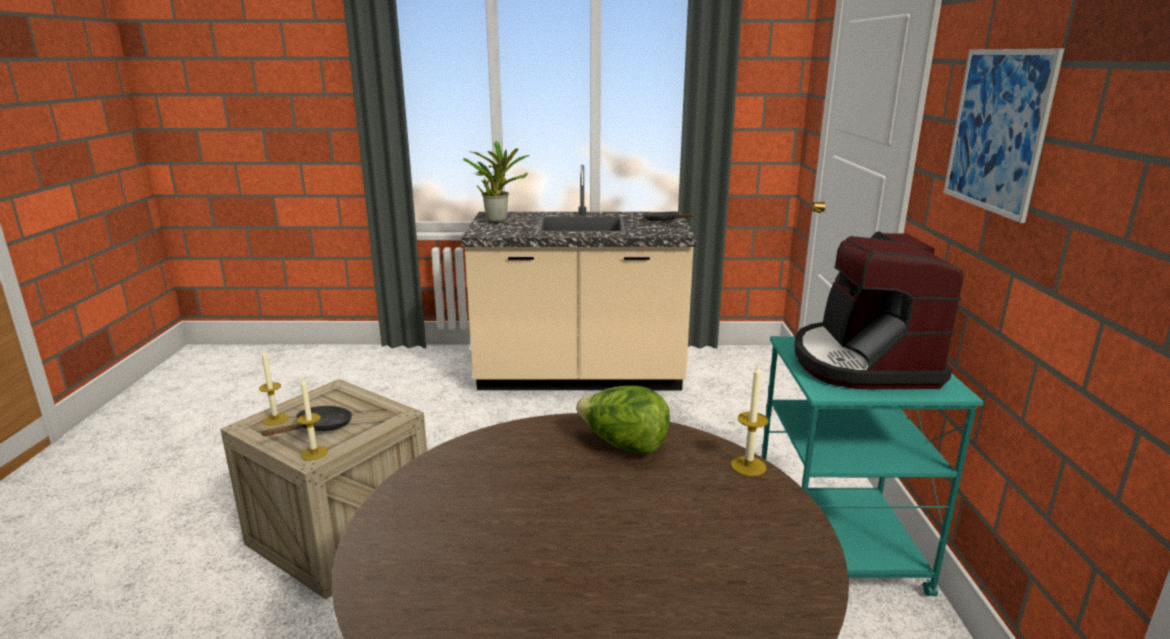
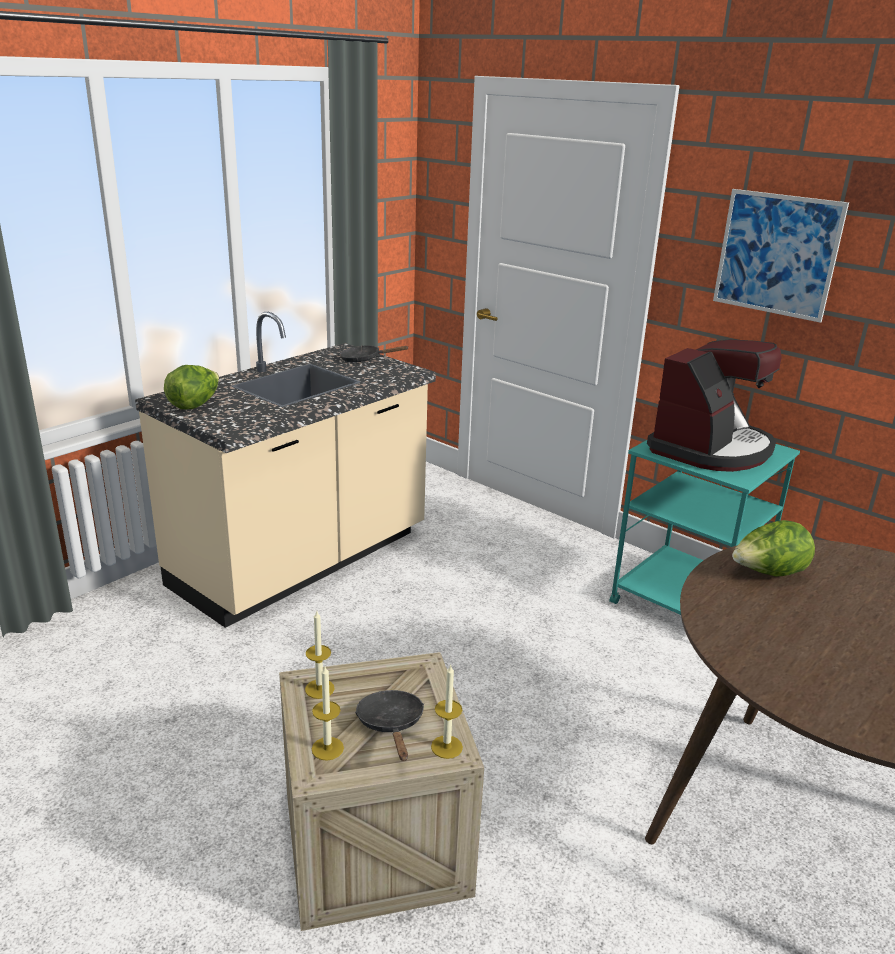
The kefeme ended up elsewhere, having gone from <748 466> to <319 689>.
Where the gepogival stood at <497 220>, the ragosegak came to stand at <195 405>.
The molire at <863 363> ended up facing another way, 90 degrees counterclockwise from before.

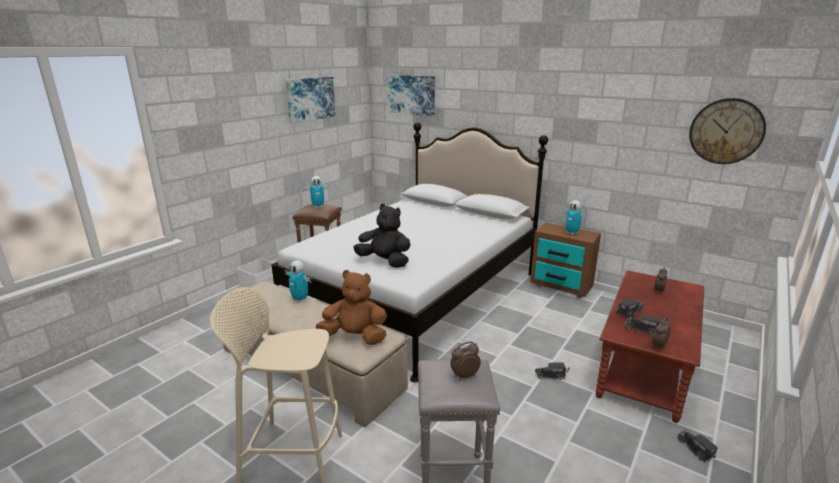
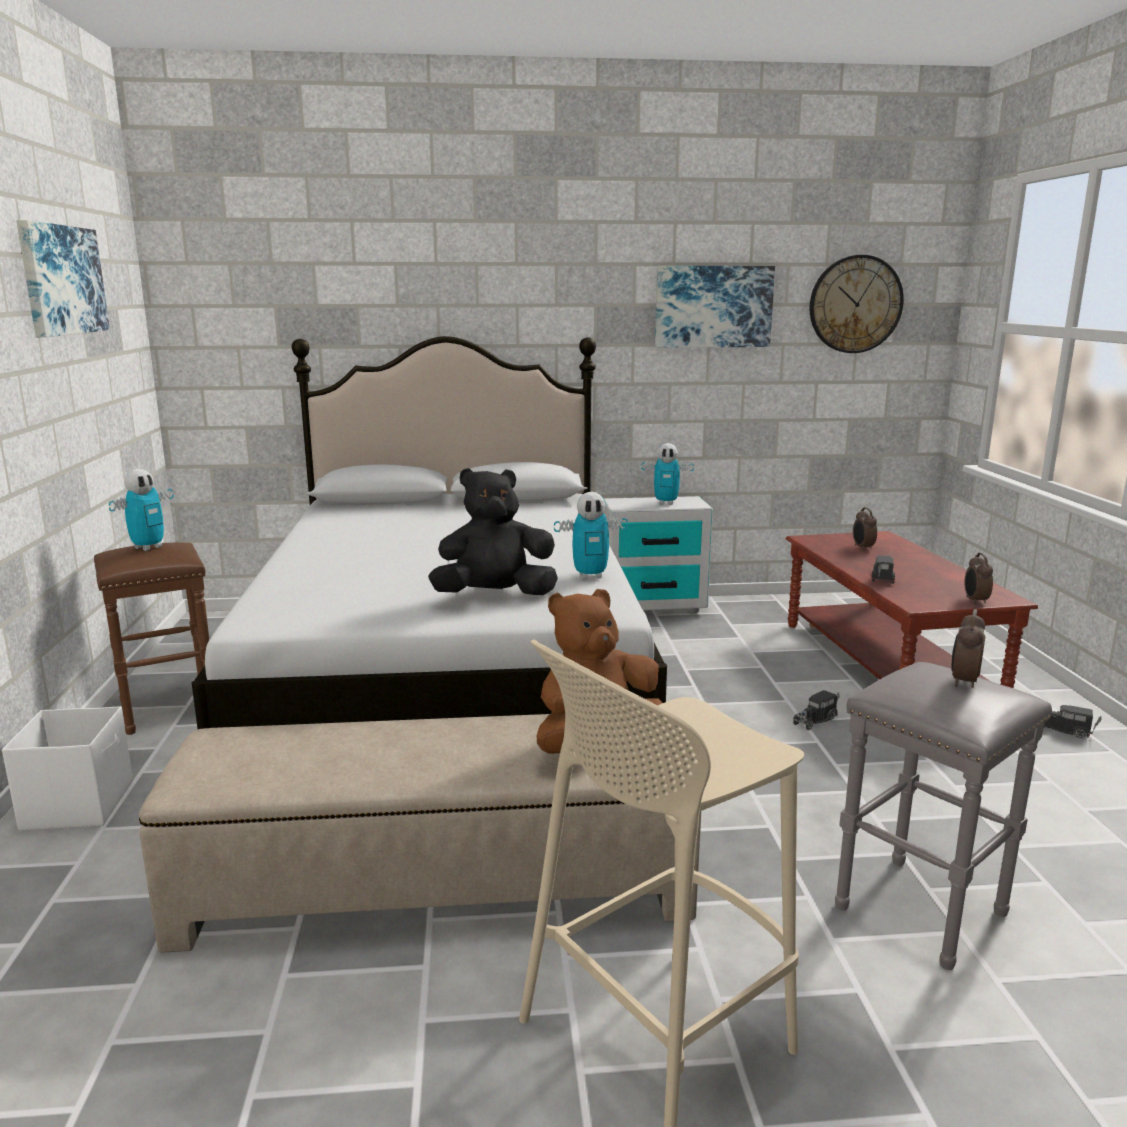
The second view lost the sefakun at <643 330>.
The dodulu ended up elsewhere, having gone from <300 299> to <590 576>.
The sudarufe ended up elsewhere, having gone from <411 94> to <713 306>.
What was the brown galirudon at <560 288> turned into the white galirudon at <653 609>.

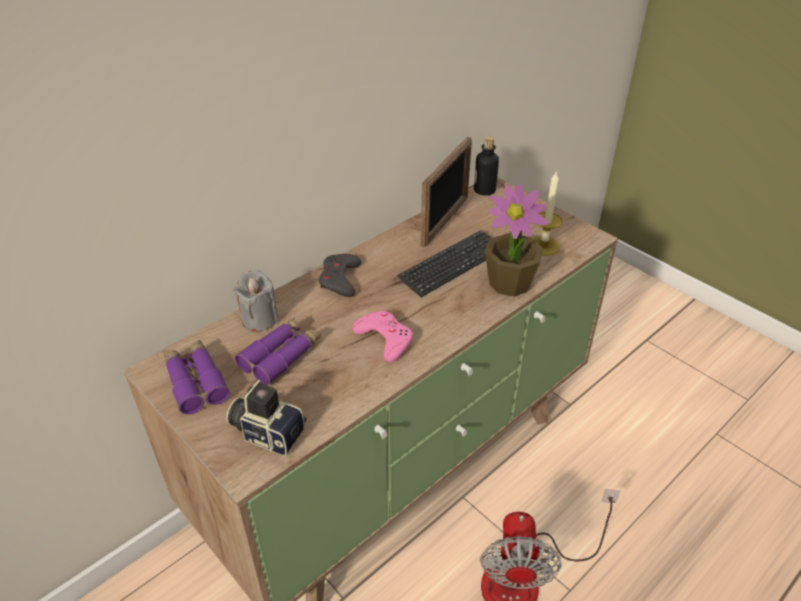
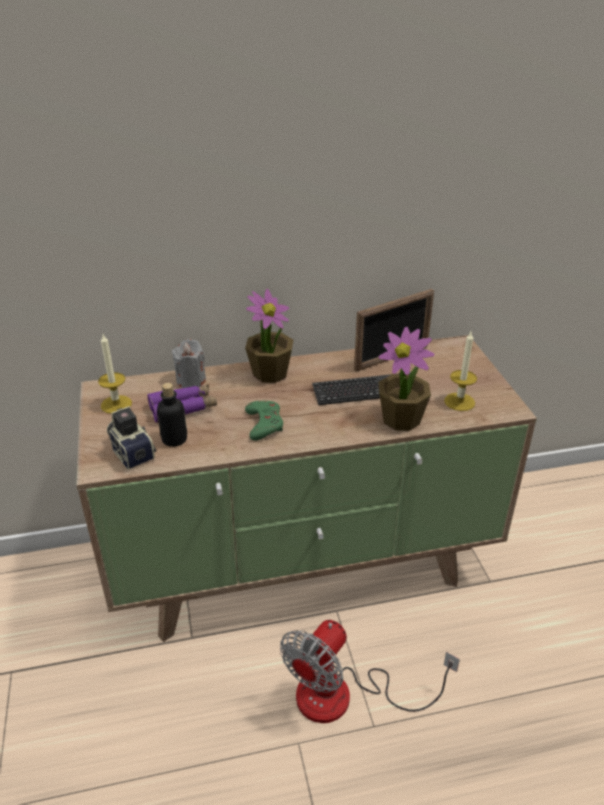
The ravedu ended up elsewhere, having gone from <484 190> to <174 439>.
Where the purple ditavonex stood at <196 382>, the kefeme came to stand at <116 404>.
Where the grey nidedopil stood at <340 279>, the gepogival came to stand at <270 373>.
What was the pink nidedopil at <384 339> turned into the green nidedopil at <264 424>.

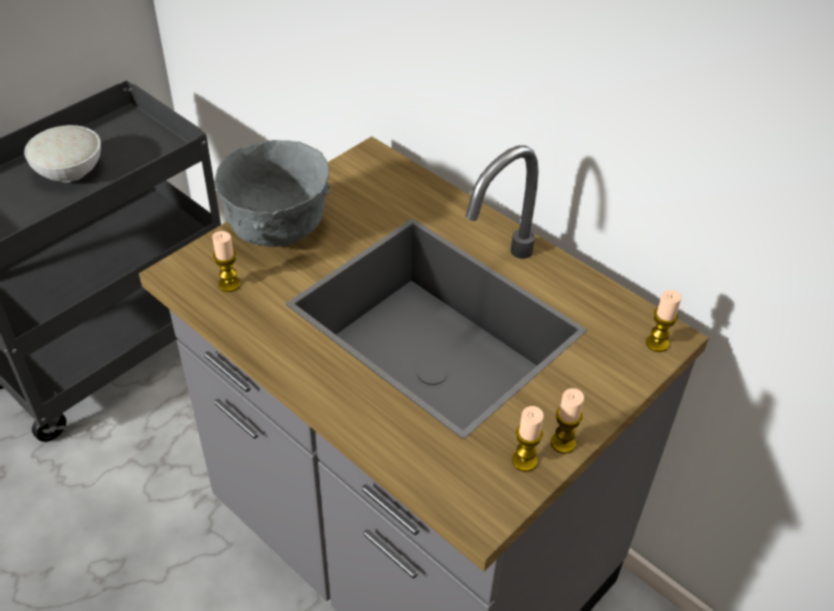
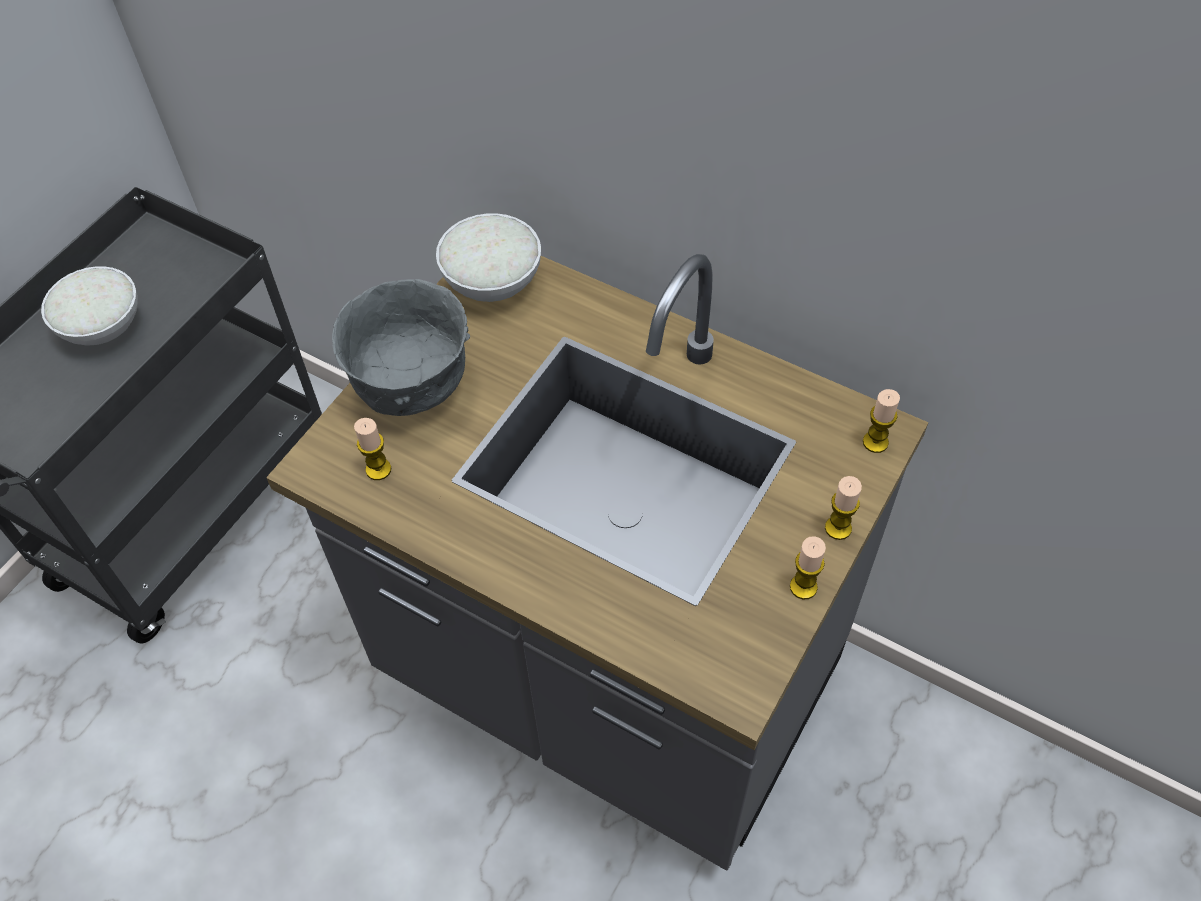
The second view gained the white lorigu at <491 283>.
The kefeme ended up elsewhere, having gone from <524 461> to <838 528>.

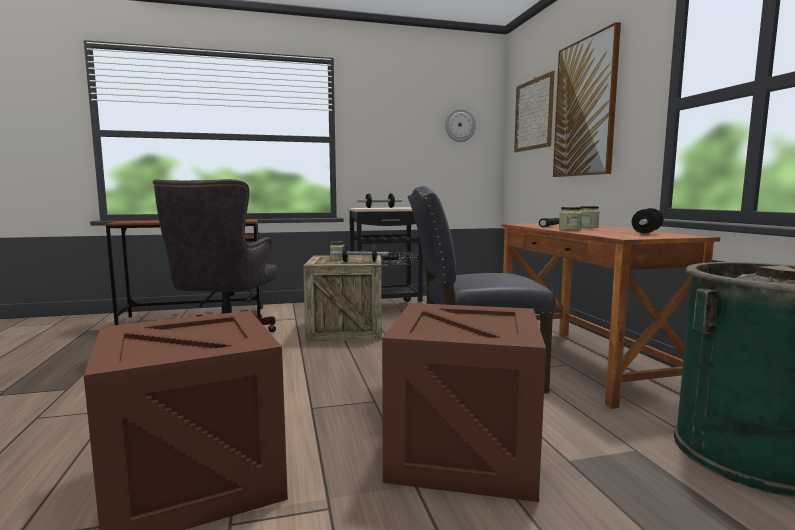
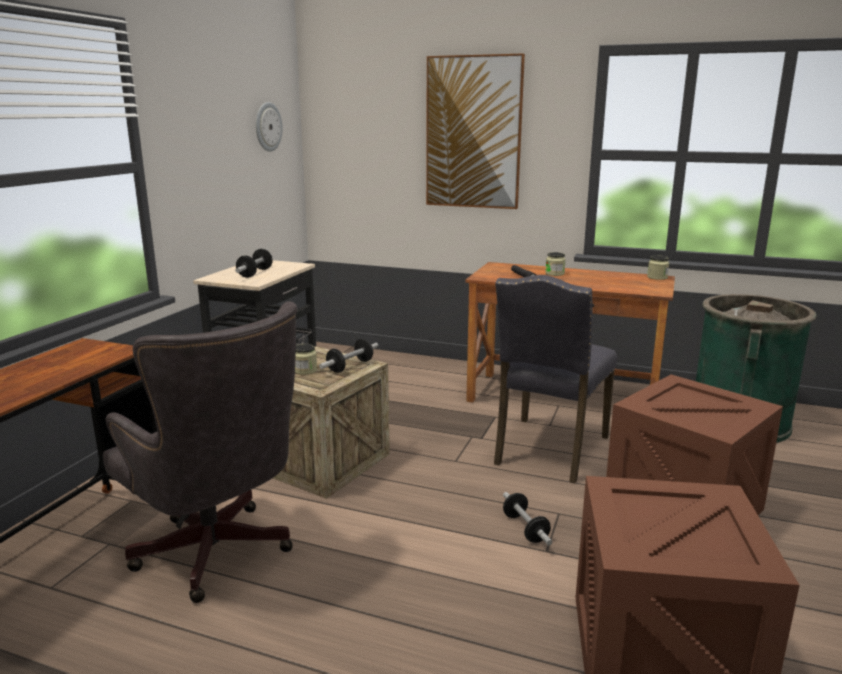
The second view lost the sudarufe at <534 113>.
The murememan ended up elsewhere, having gone from <569 229> to <657 277>.
The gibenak ended up elsewhere, having gone from <646 232> to <525 529>.

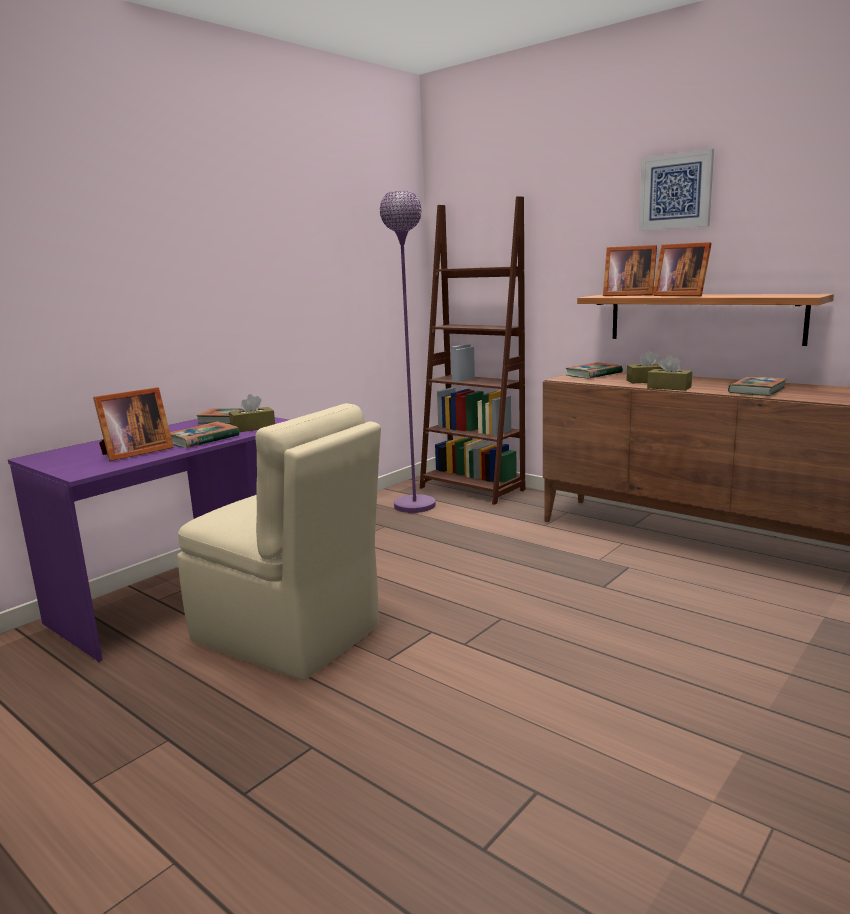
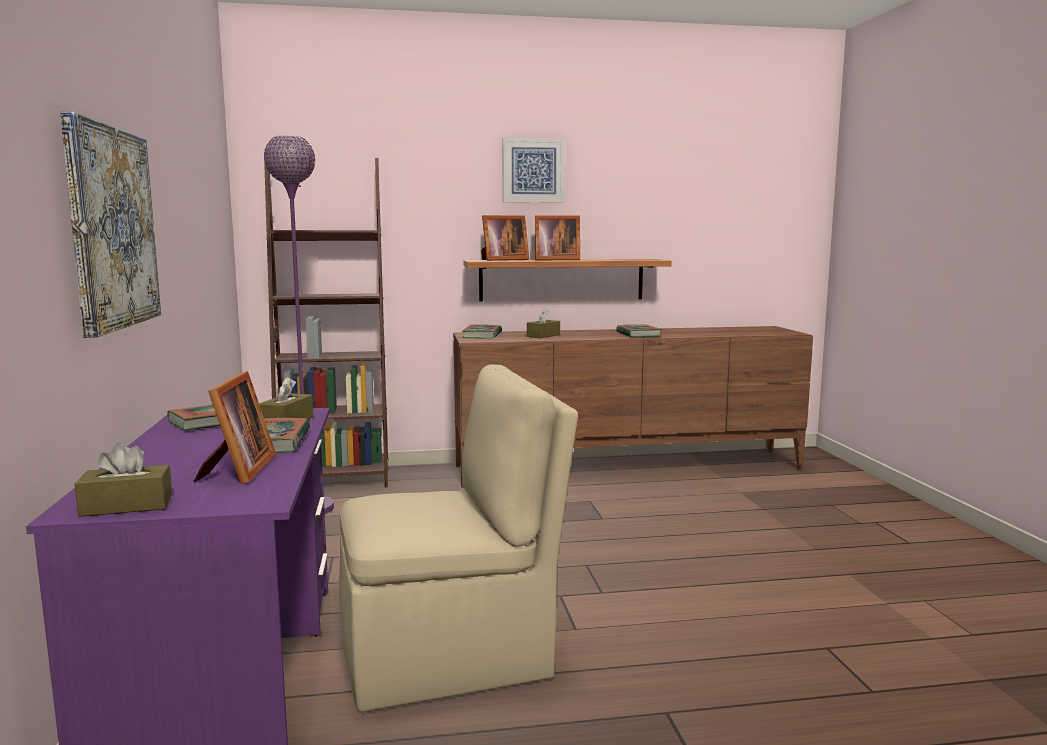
The second view gained the sudarufe at <111 228>.
The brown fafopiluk ended up elsewhere, having gone from <669 387> to <126 506>.

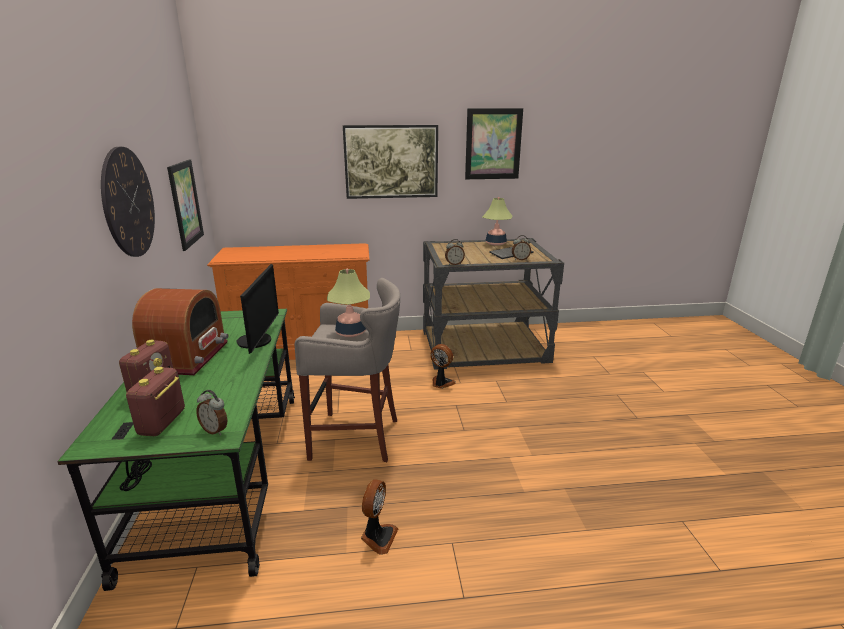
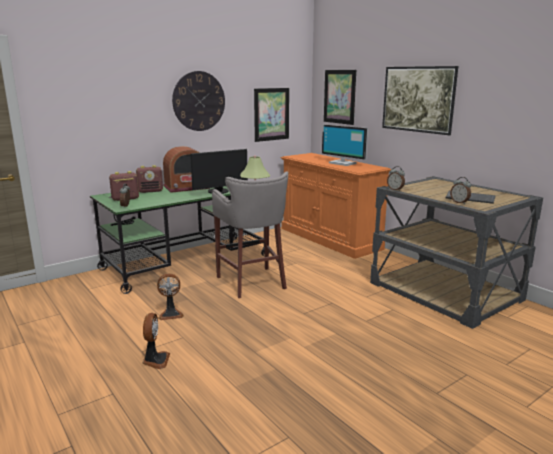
The second view lost the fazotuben at <495 243>.
The second view gained the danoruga at <343 163>.
The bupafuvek ended up elsewhere, having gone from <441 383> to <155 360>.
The sudarufe ended up elsewhere, having gone from <493 144> to <339 96>.

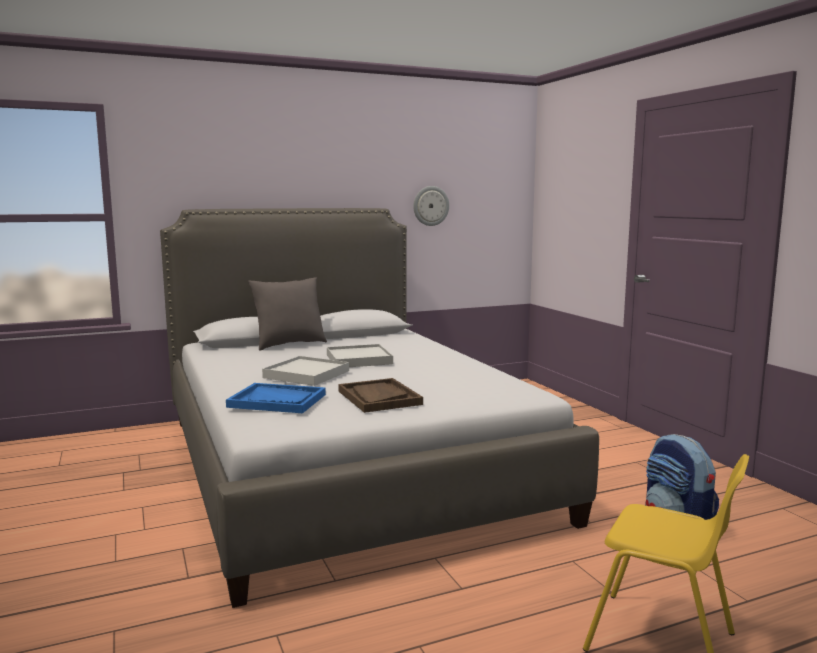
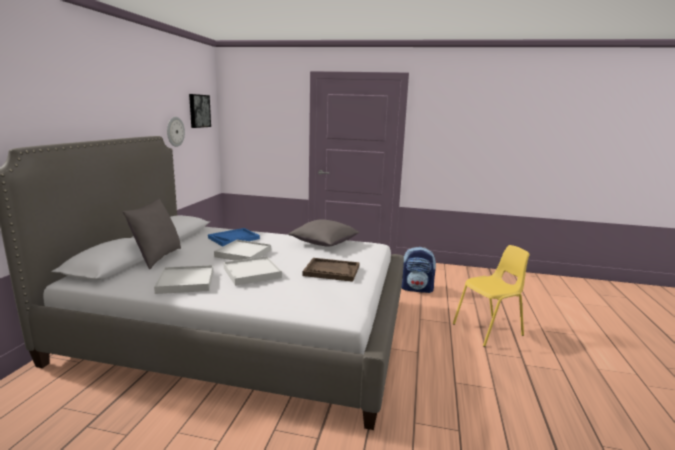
The second view gained the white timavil at <185 282>.
The second view gained the sudarufe at <198 111>.
The second view gained the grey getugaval at <324 244>.
The blue timavil ended up elsewhere, having gone from <277 401> to <234 238>.

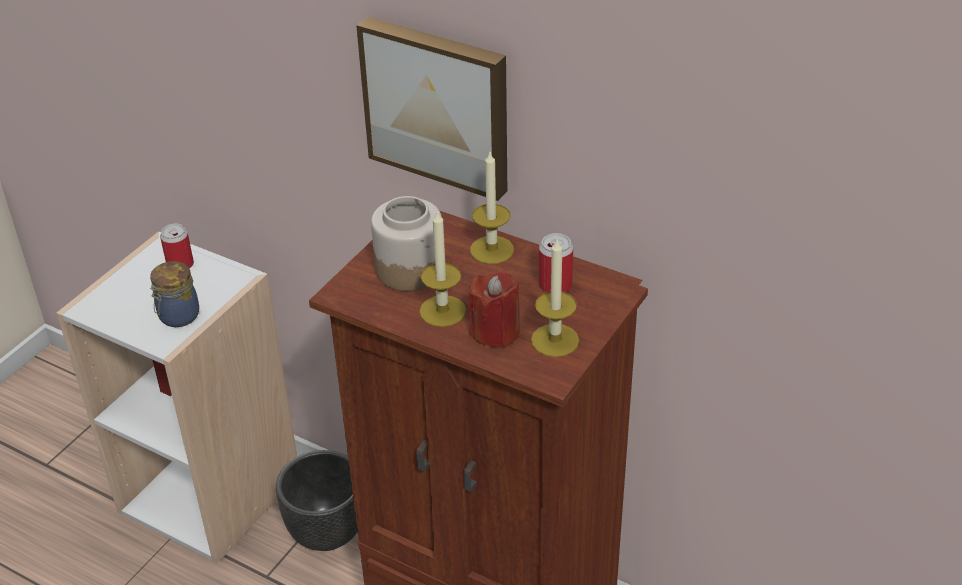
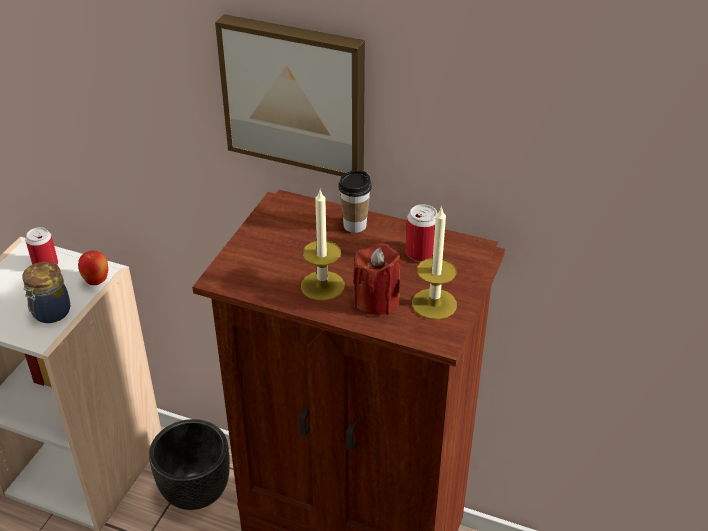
The second view lost the murememan at <410 269>.
The second view gained the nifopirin at <96 282>.
Where the kefeme stood at <492 250>, the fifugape came to stand at <355 225>.

